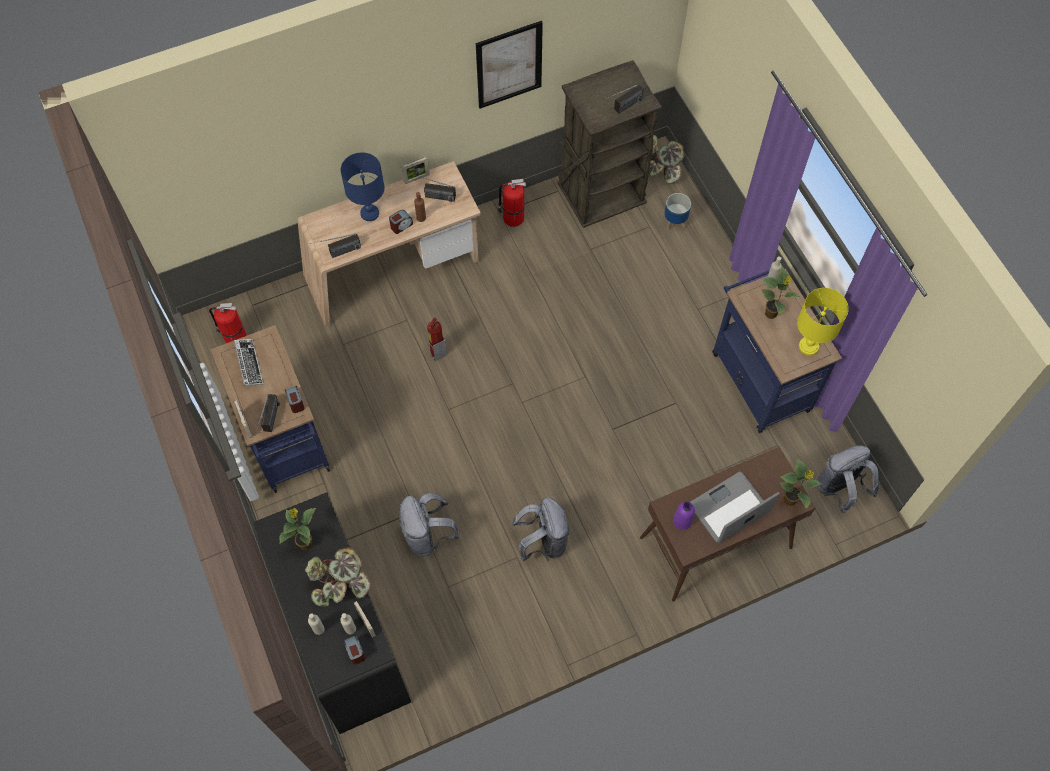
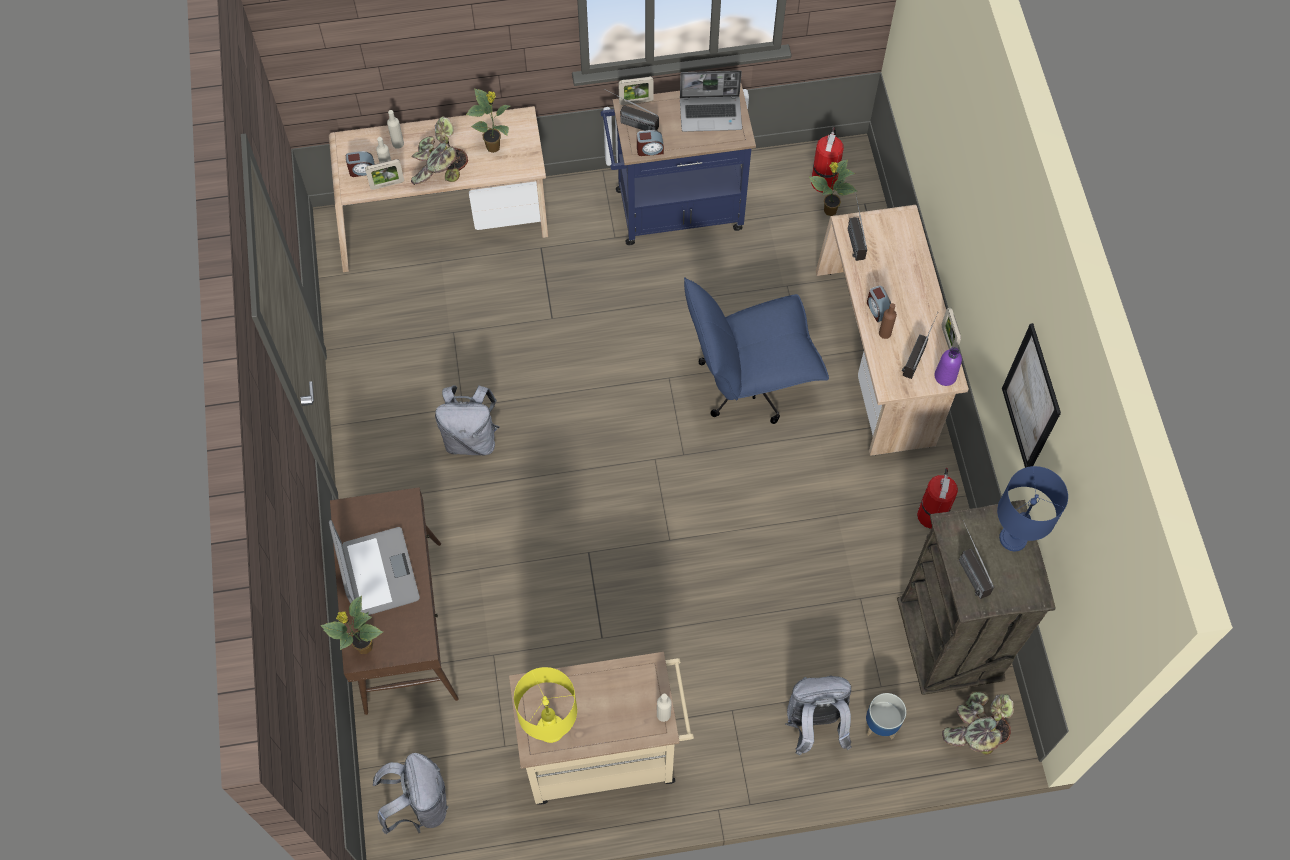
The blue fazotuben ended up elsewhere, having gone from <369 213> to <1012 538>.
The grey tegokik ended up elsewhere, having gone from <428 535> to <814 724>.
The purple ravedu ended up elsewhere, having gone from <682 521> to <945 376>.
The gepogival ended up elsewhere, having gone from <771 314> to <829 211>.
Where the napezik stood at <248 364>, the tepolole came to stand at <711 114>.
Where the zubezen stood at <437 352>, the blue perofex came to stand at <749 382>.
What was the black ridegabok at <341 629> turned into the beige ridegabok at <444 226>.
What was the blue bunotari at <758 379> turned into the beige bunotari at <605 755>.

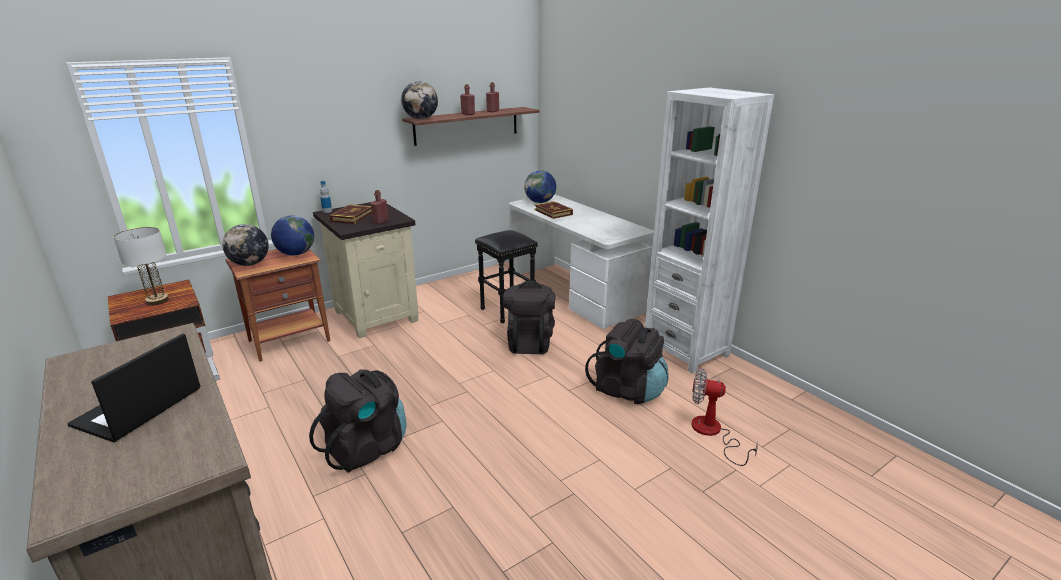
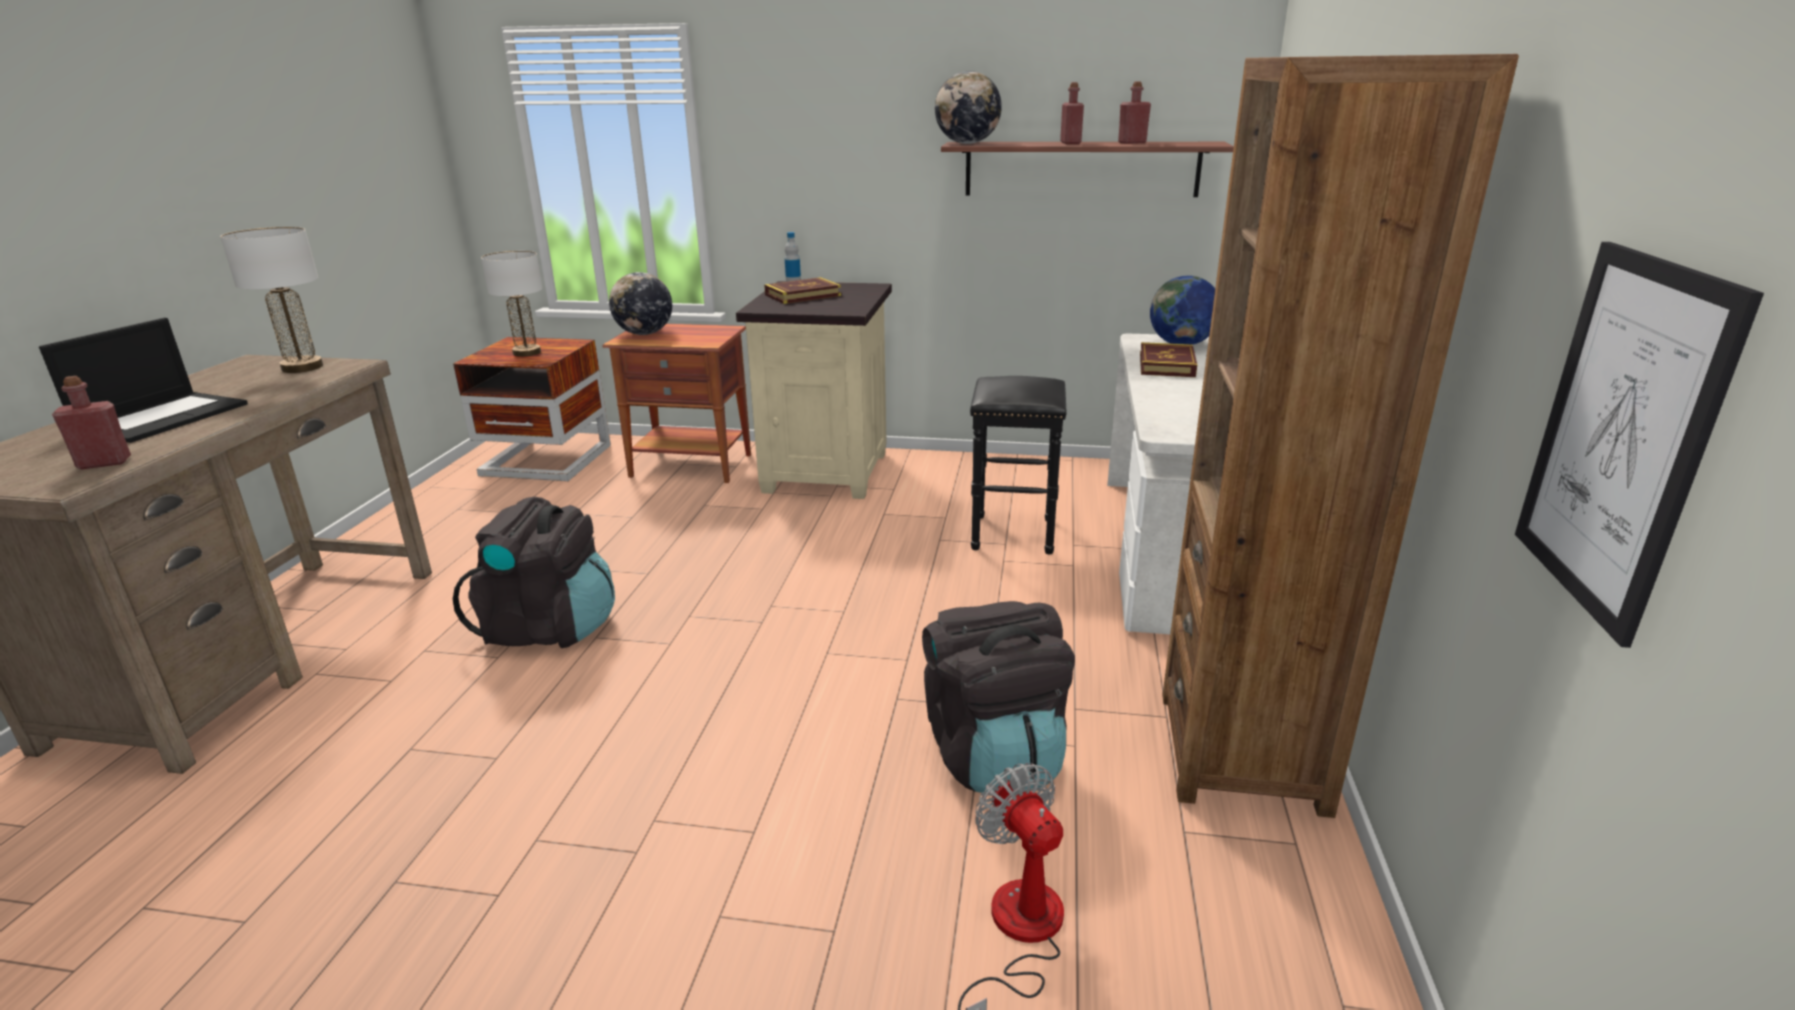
The second view lost the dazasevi at <296 254>.
The second view lost the black tegokik at <529 342>.
The second view gained the fazotuben at <302 367>.
The second view gained the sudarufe at <1620 437>.
The red ravedu ended up elsewhere, having gone from <380 221> to <104 463>.
What was the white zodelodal at <685 350> turned into the brown zodelodal at <1241 751>.
The tepolole at <138 408> ended up facing another way, 135 degrees clockwise from before.

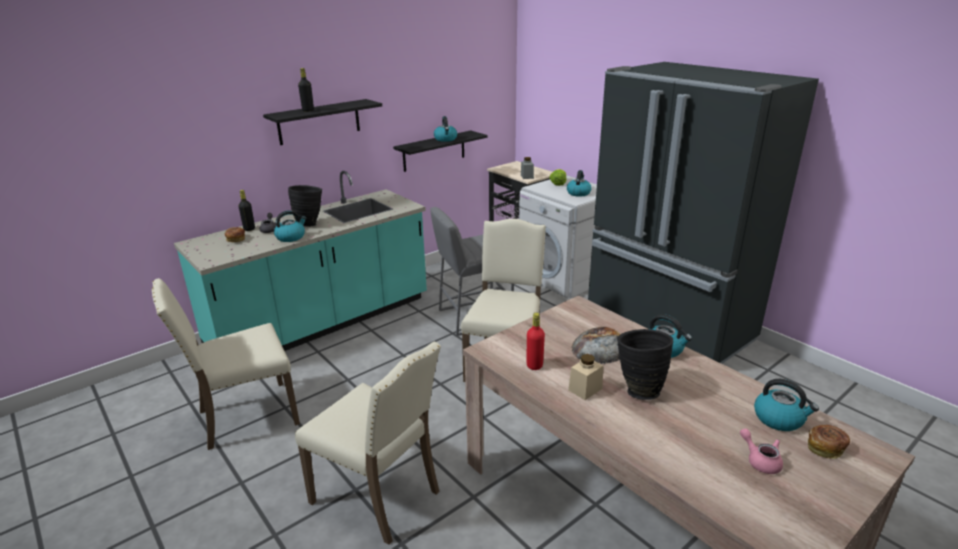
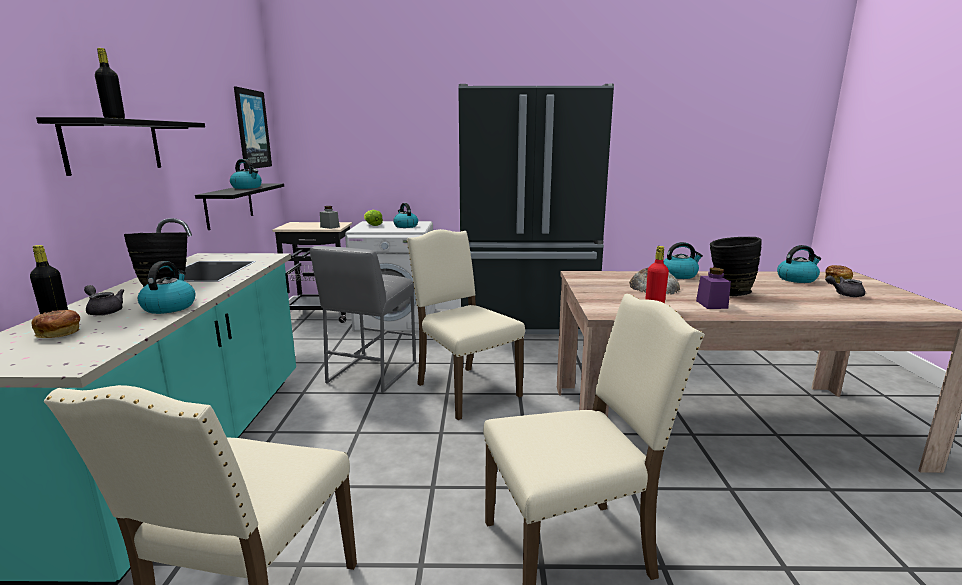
The second view gained the sudarufe at <252 129>.
What was the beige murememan at <585 389> turned into the purple murememan at <711 304>.
What was the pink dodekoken at <760 461> turned into the grey dodekoken at <844 294>.

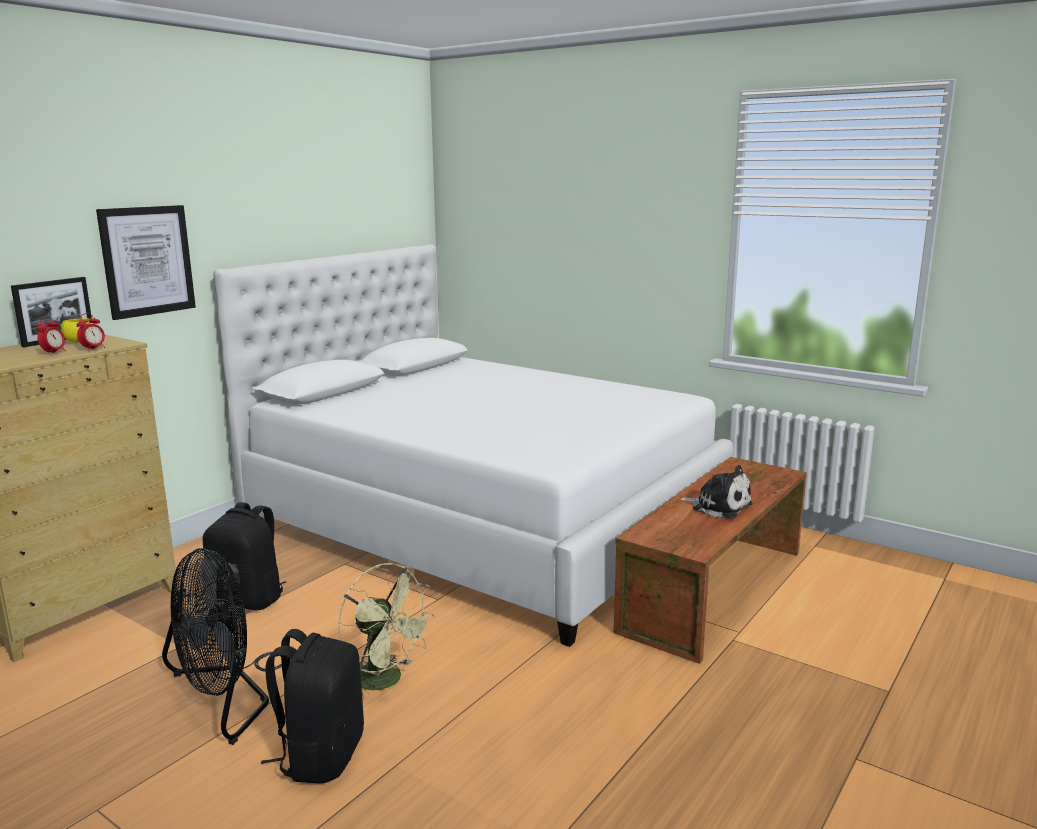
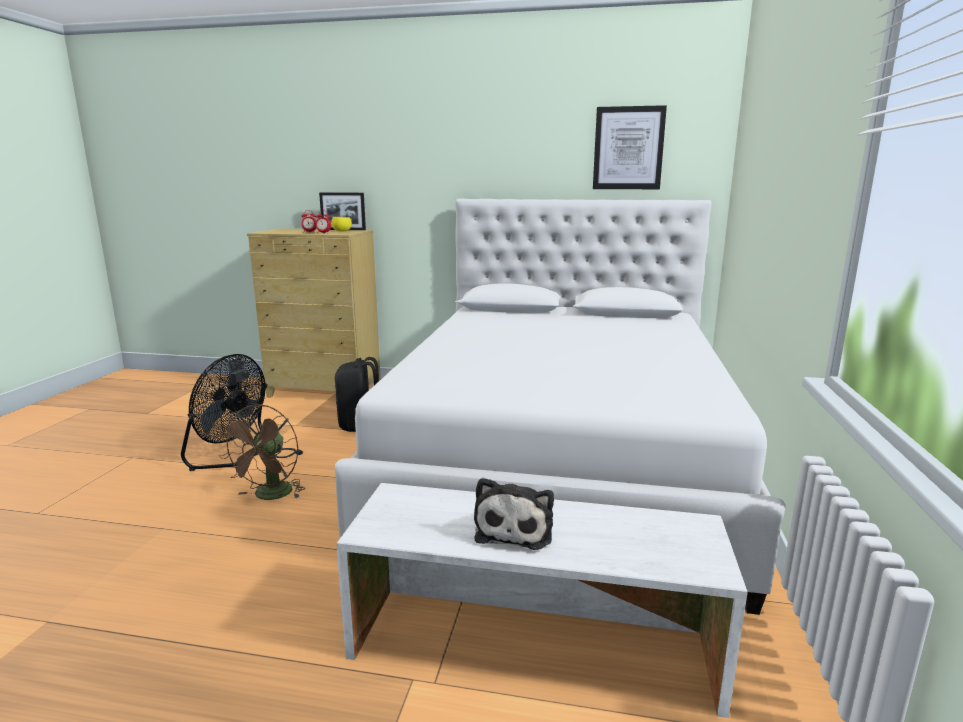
The second view lost the black tegokik at <321 755>.
The sudarufe ended up elsewhere, having gone from <147 261> to <628 148>.
What was the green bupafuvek at <387 681> turned into the brown bupafuvek at <270 496>.
What was the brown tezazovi at <713 588> turned into the white tezazovi at <535 639>.

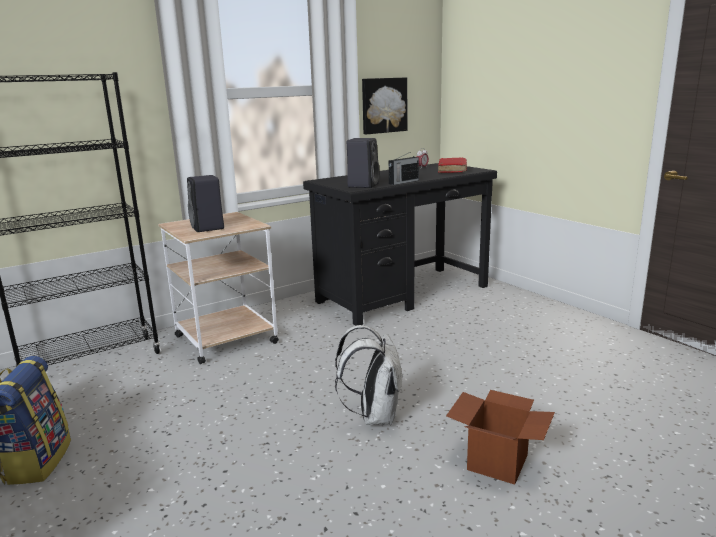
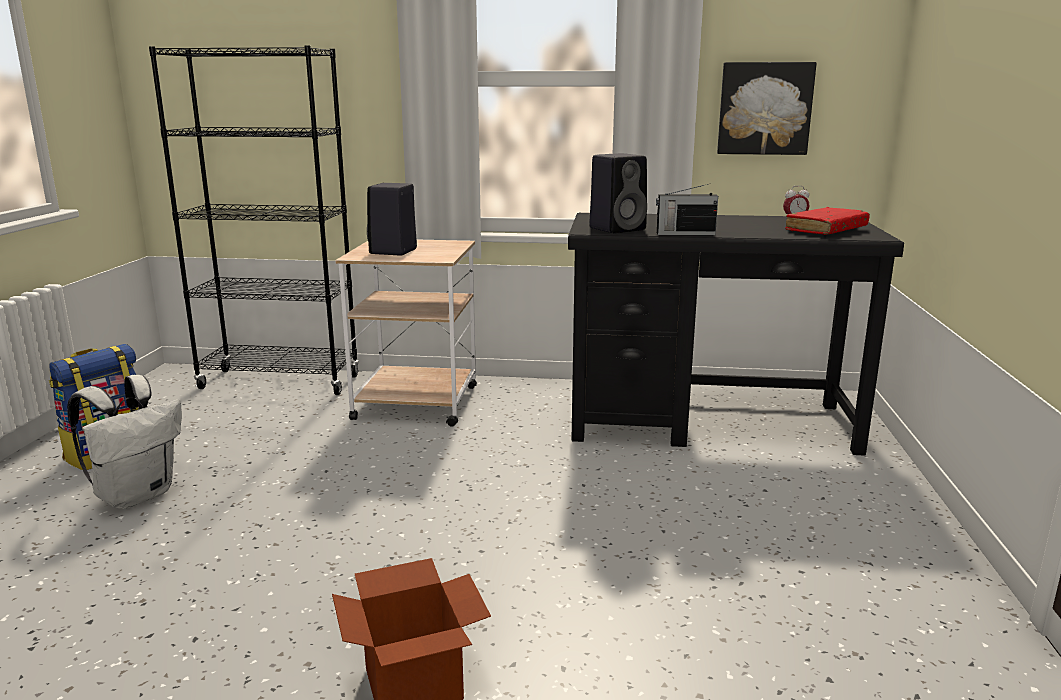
The white tegokik ended up elsewhere, having gone from <374 416> to <137 495>.

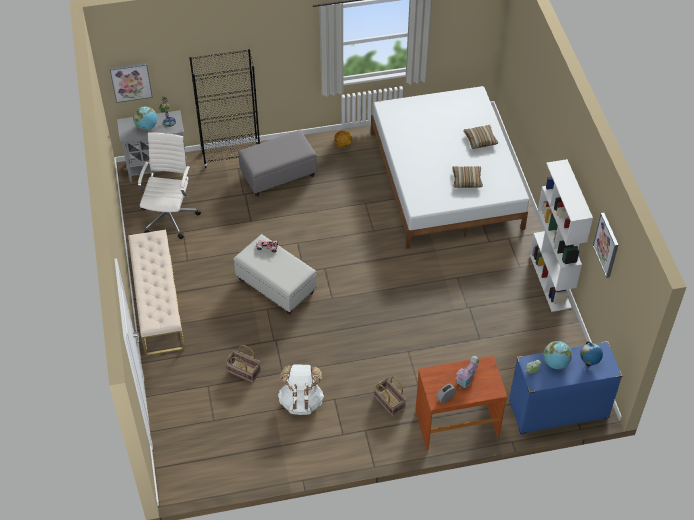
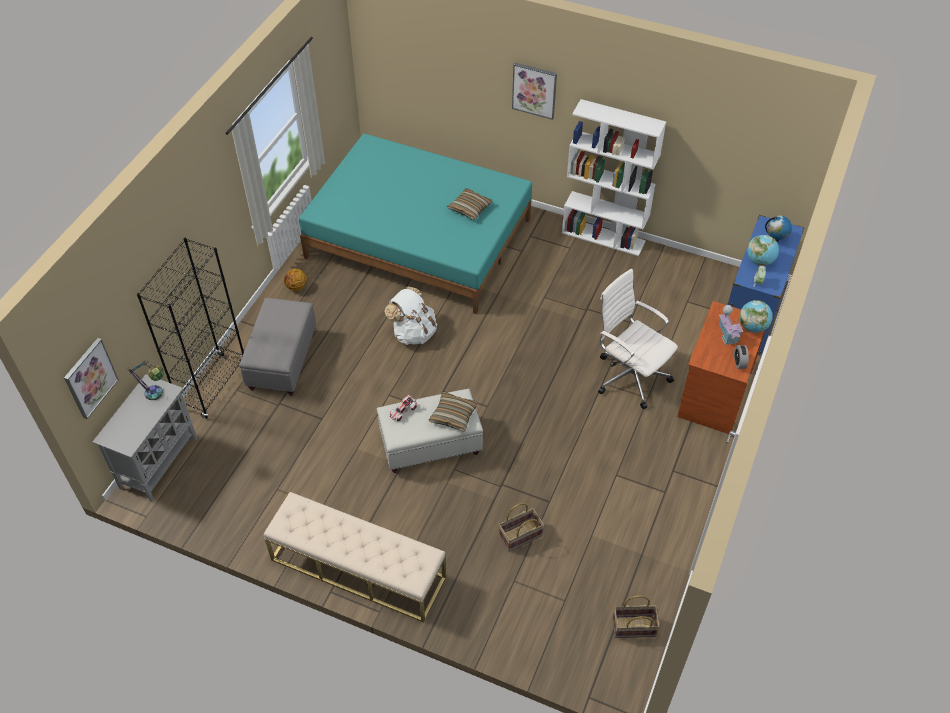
The dazasevi ended up elsewhere, having gone from <146 127> to <752 327>.
The white perofex ended up elsewhere, having gone from <170 216> to <630 375>.
The white tegokik ended up elsewhere, having gone from <301 401> to <413 332>.
The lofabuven ended up elsewhere, having gone from <388 402> to <633 628>.
The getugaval ended up elsewhere, having gone from <480 140> to <453 415>.
The sudarufe ended up elsewhere, having gone from <607 245> to <534 90>.
What was the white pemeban at <445 180> turned into the turquoise pemeban at <419 238>.

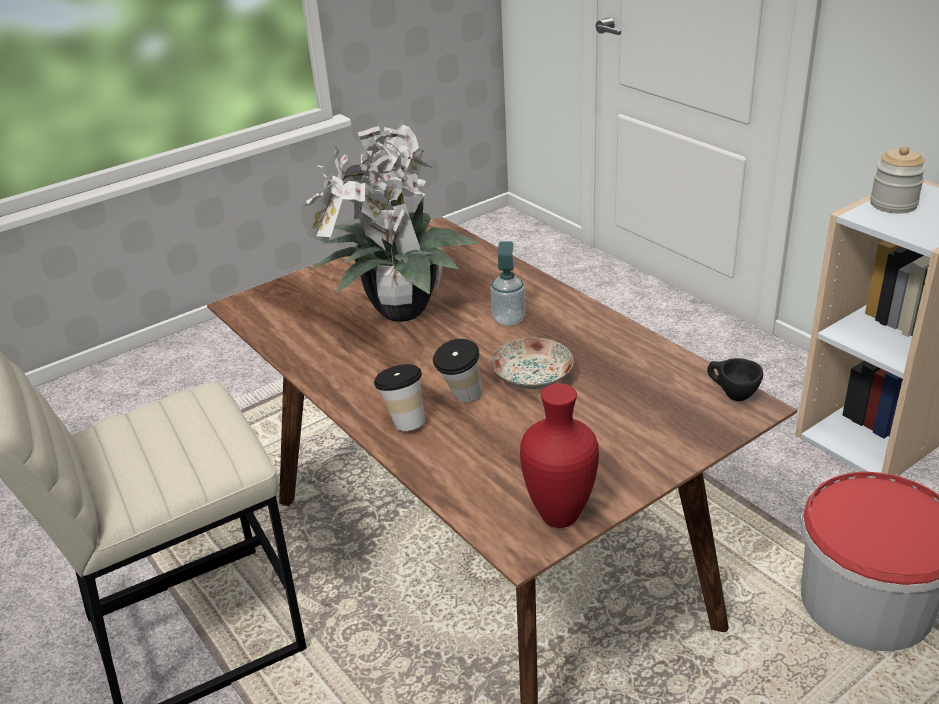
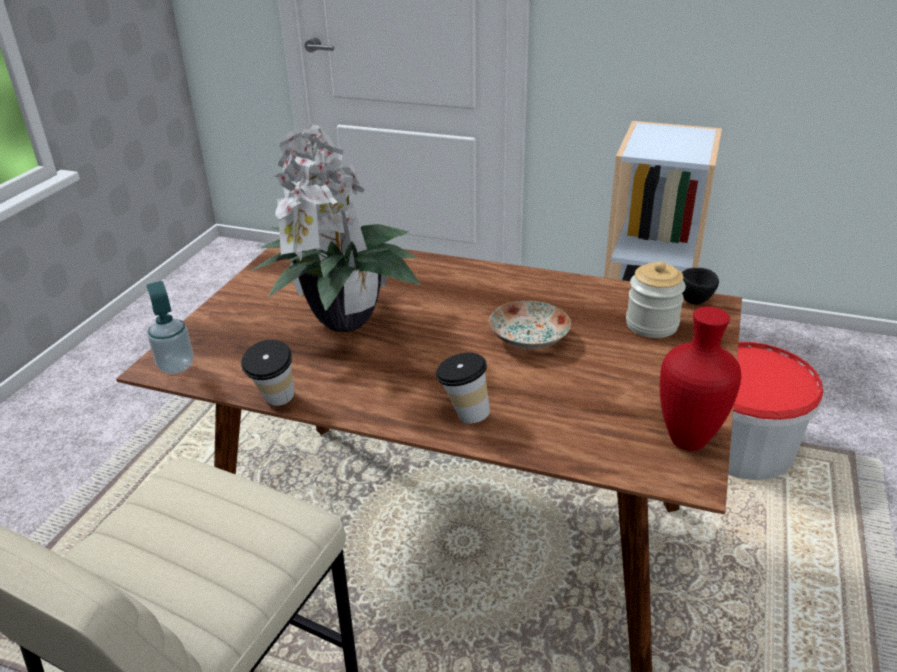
The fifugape ended up elsewhere, having gone from <460 398> to <275 403>.
The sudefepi ended up elsewhere, having gone from <508 319> to <176 366>.
The murememan ended up elsewhere, having gone from <893 204> to <651 325>.

